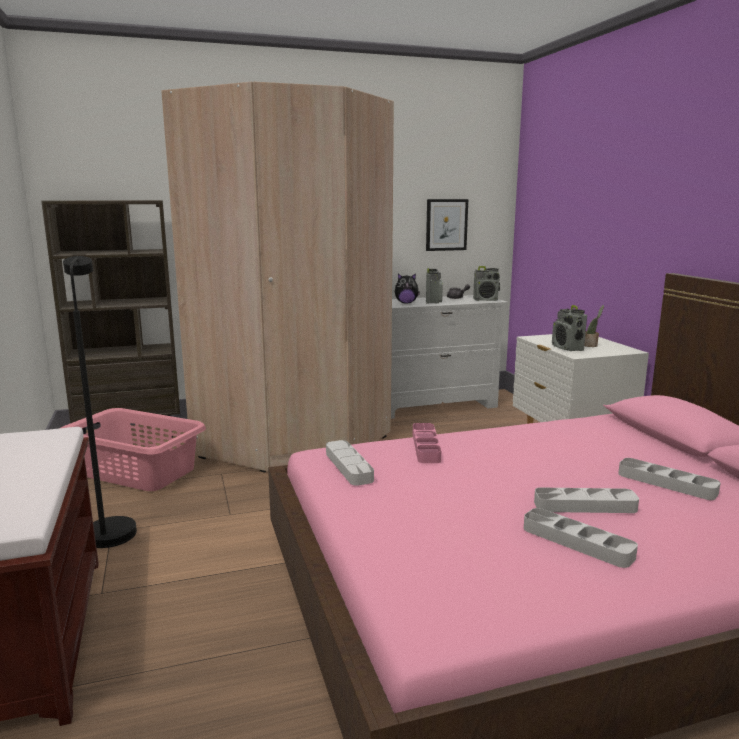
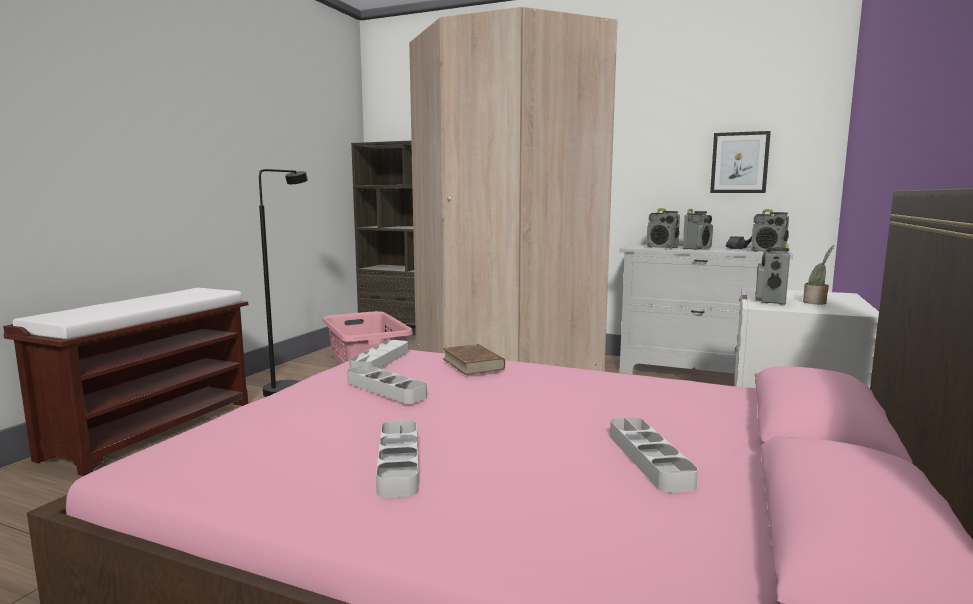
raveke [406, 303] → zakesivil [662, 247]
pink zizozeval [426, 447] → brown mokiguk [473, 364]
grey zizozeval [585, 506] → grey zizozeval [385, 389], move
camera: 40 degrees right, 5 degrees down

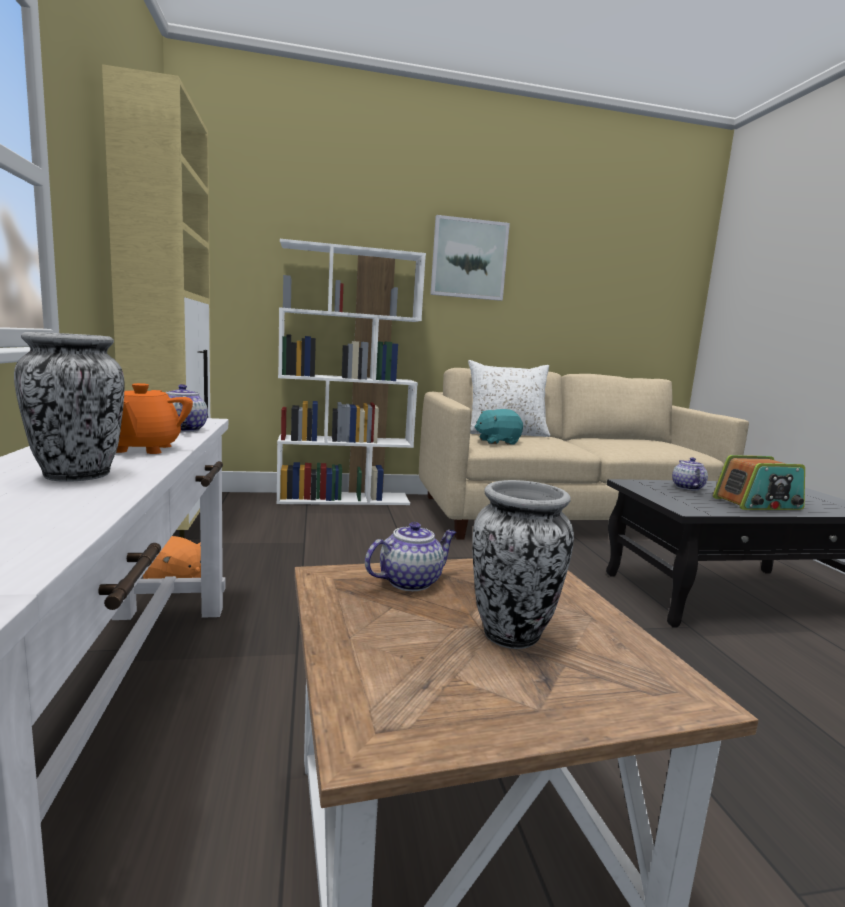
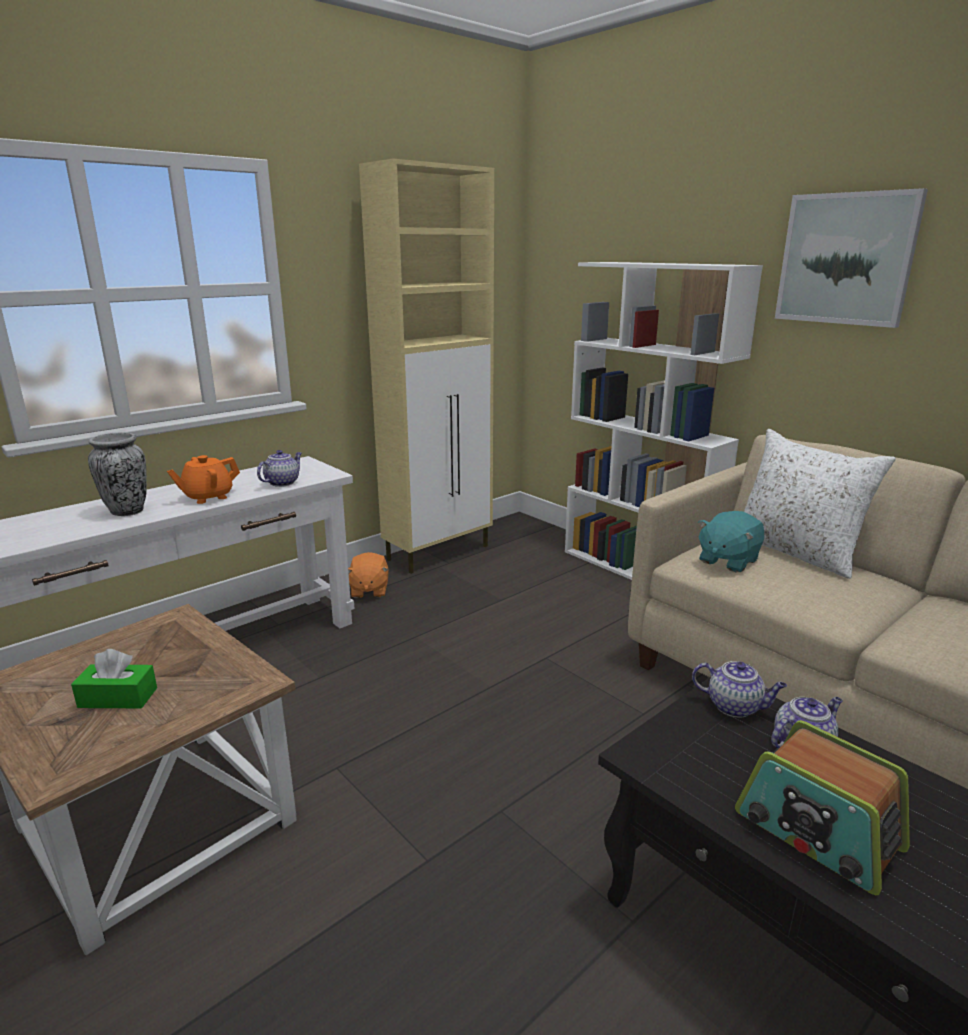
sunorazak [411, 581] → sunorazak [735, 706], move
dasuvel [512, 634] → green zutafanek [118, 698]
turquoise raveke [497, 442] → turquoise raveke [727, 560], 90 degrees counterclockwise
camera: 60 degrees right, 10 degrees up

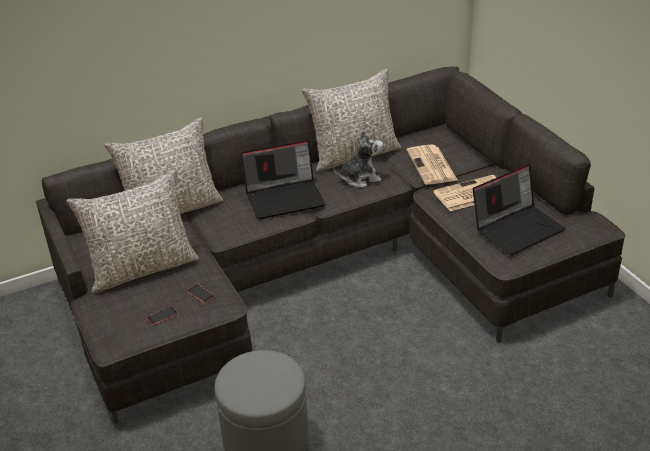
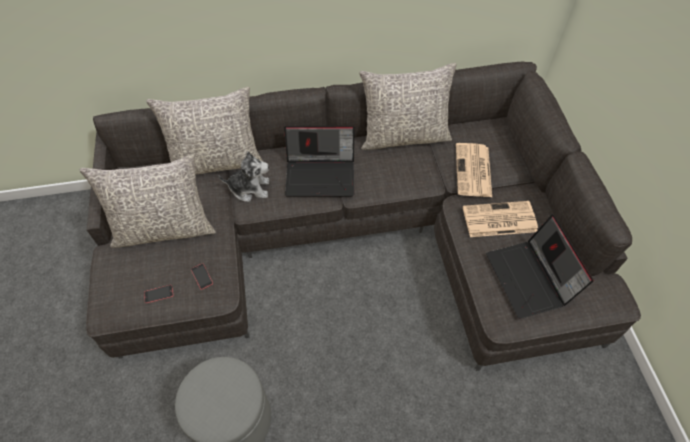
raveke [360, 178] → raveke [250, 188], move
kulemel [517, 228] → kulemel [530, 279], 90 degrees clockwise
camera: 15 degrees right, 20 degrees up

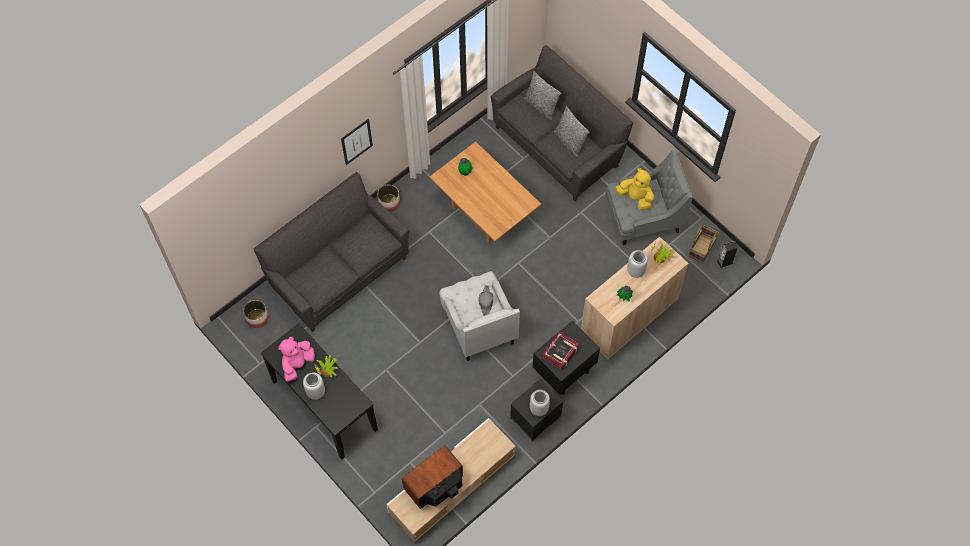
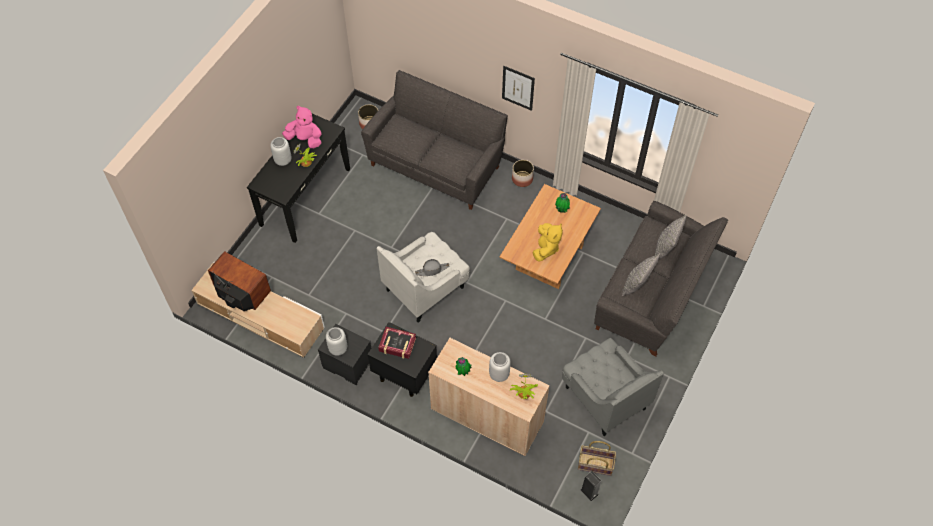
yellow raveke [635, 198] → yellow raveke [546, 248], move
camera: 70 degrees right, 5 degrees down

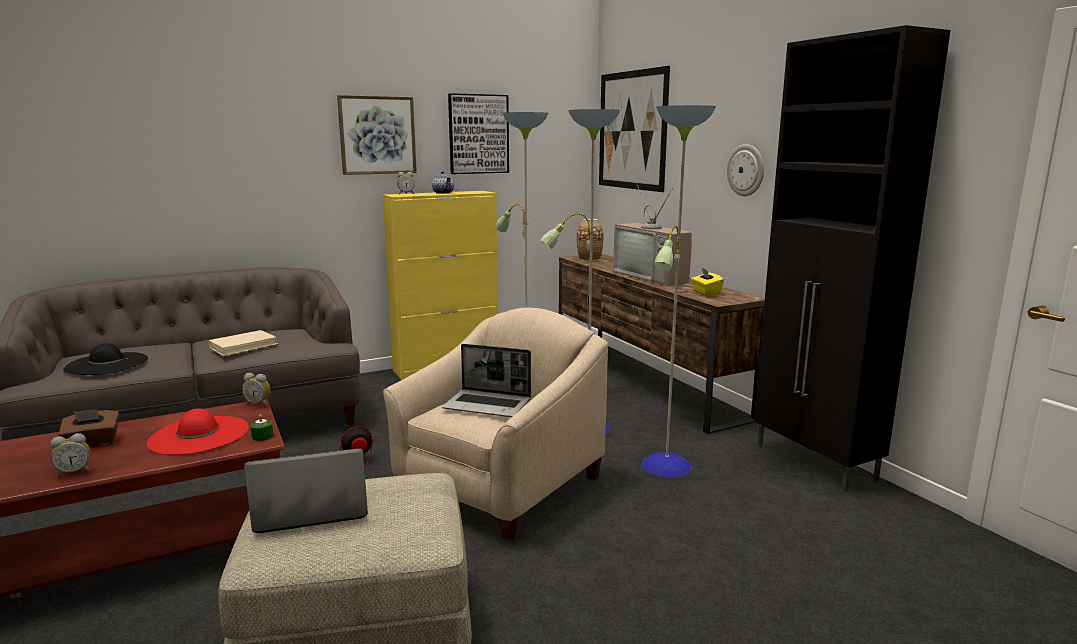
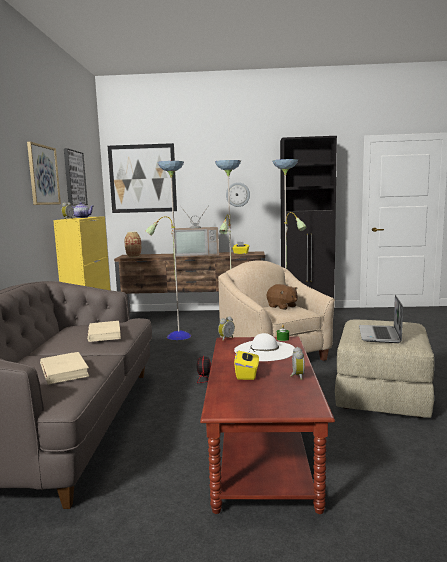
brown zutafanek [92, 443] → yellow zutafanek [247, 374]
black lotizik [106, 364] → beige mokiguk [64, 371]
red lotizik [199, 435] → white lotizik [264, 350]
kulemel [488, 405] → brown raveke [282, 307]
camera: 60 degrees left, 5 degrees down

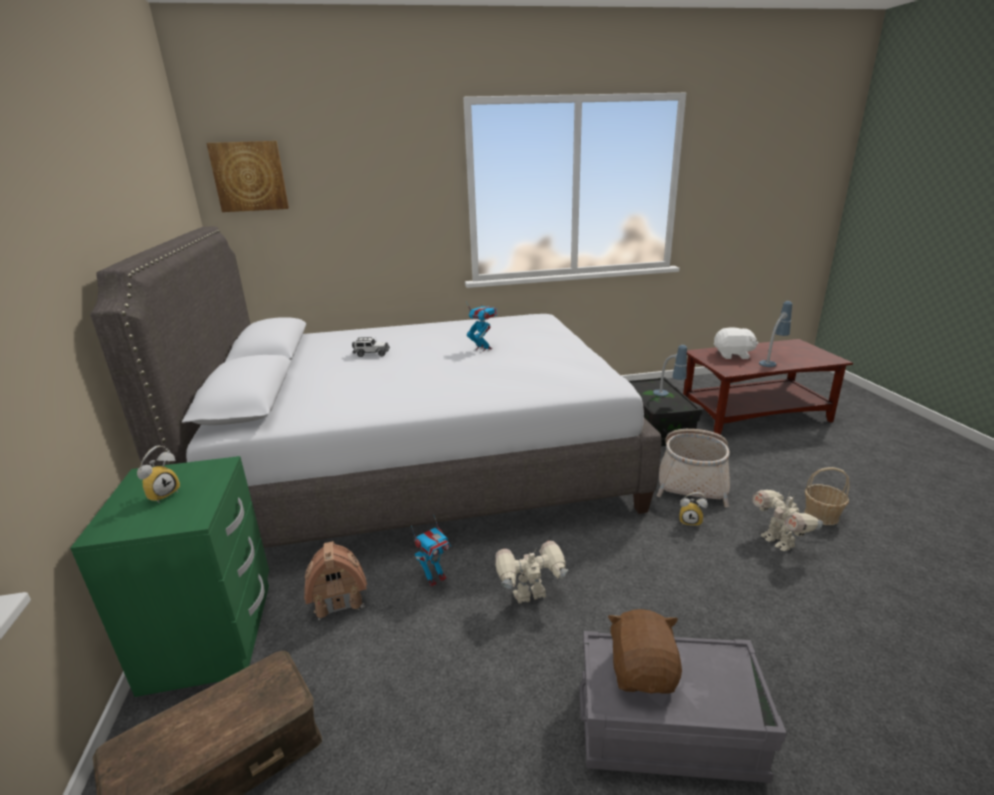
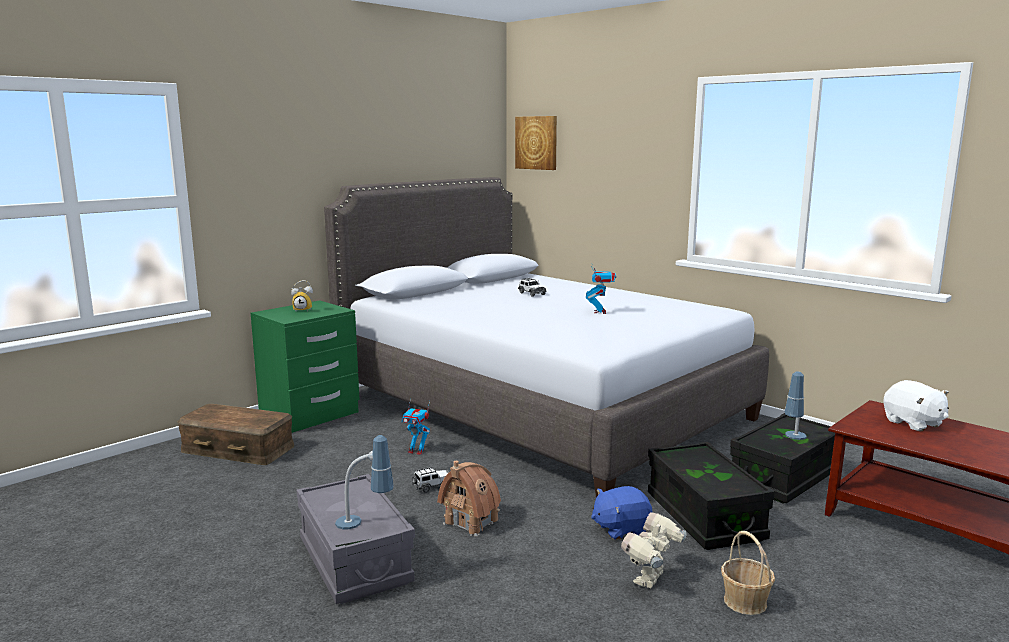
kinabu [338, 598] → kinabu [471, 521], move
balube [531, 597] → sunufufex [433, 486]
brown raveke [643, 671] → -
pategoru [693, 478] → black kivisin [704, 516]
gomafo [690, 521] → blue raveke [620, 528]
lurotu [772, 361] → lurotu [365, 525], move
camera: 55 degrees right, 10 degrees down

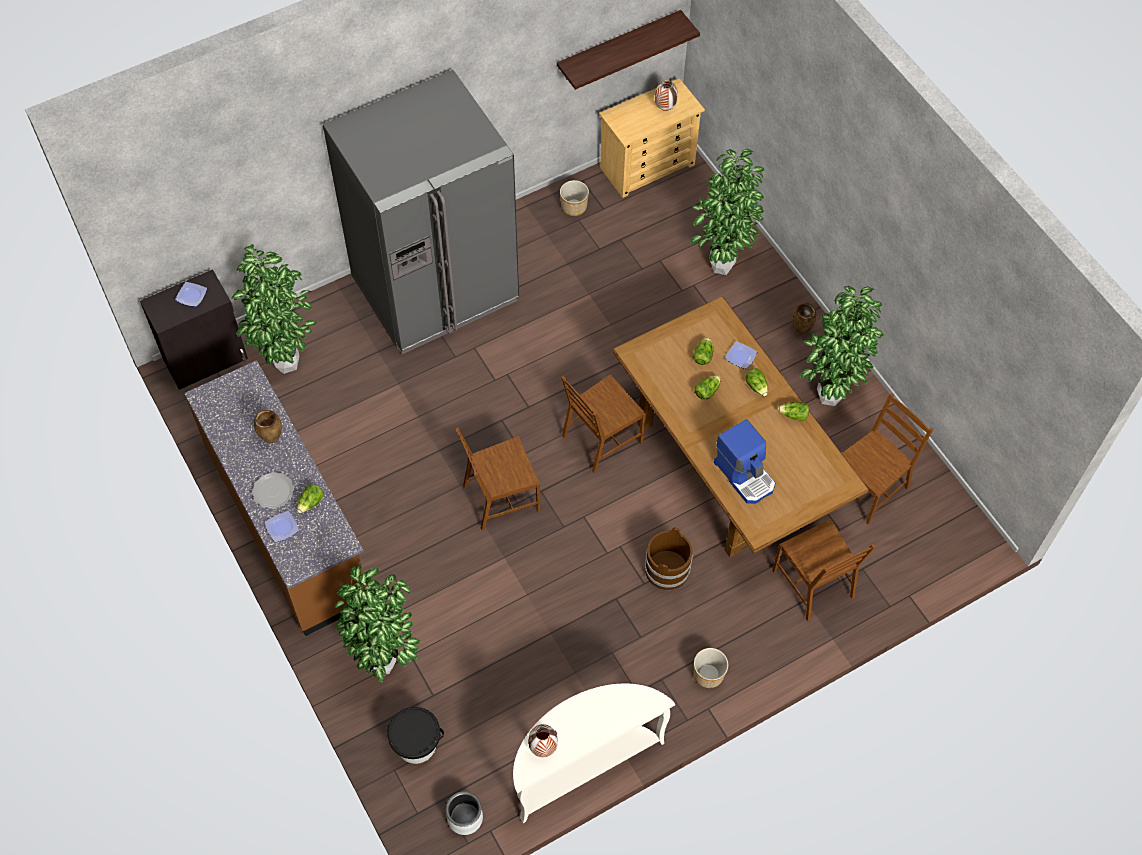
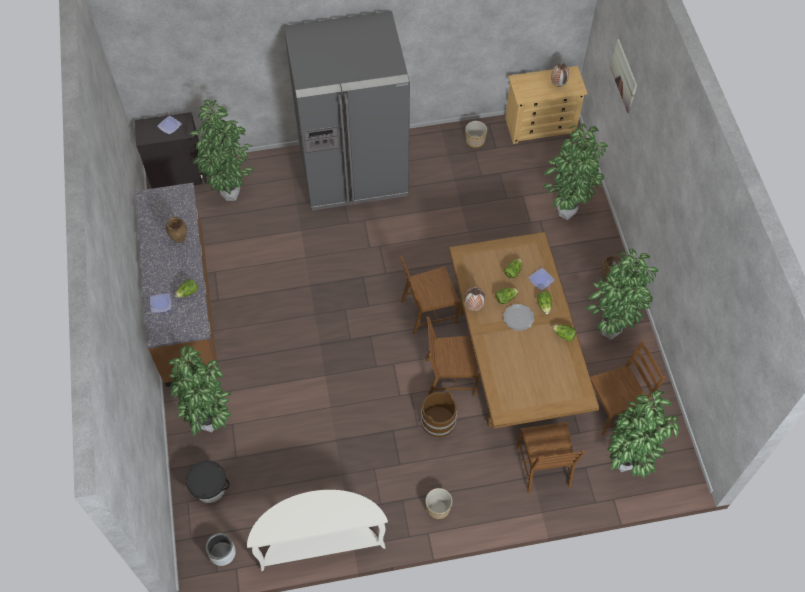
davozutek [273, 492] → davozutek [518, 318], move
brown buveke [500, 498] → brown buveke [450, 377], move
dasuvel [542, 748] → dasuvel [473, 307], move
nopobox [618, 46] → -
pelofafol [745, 475] → -
- → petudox [625, 465]
- → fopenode [624, 76]
camera: 20 degrees right, 0 degrees up

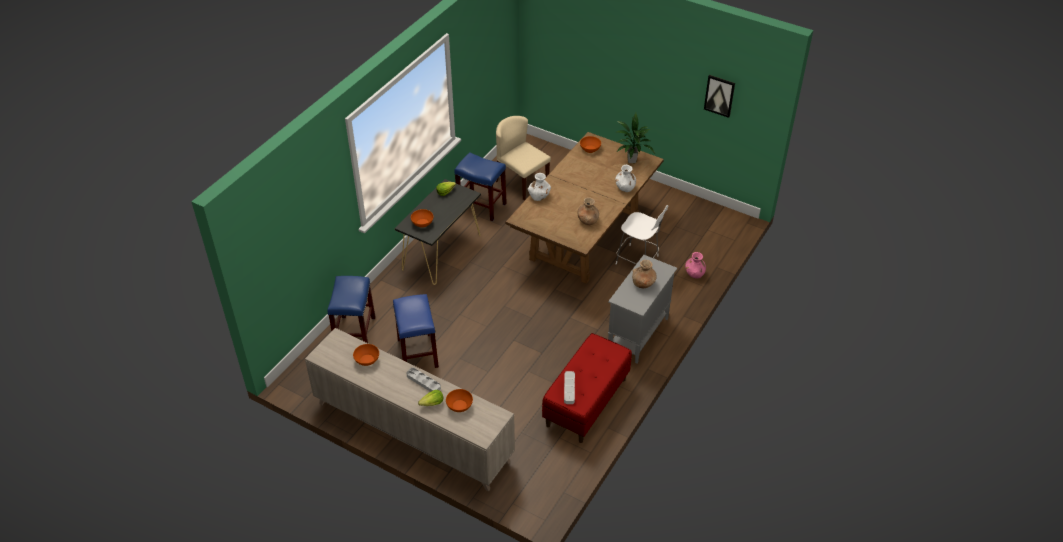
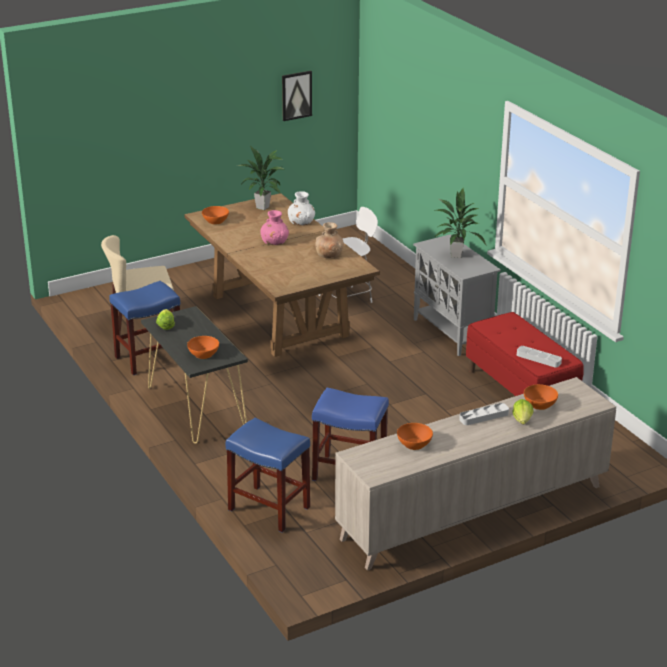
white dasuvel [539, 196] → -
brown dasuvel [643, 283] → petudox [456, 255]
pink dasuvel [694, 274] → pink dasuvel [274, 242], move
camera: 60 degrees left, 15 degrees down

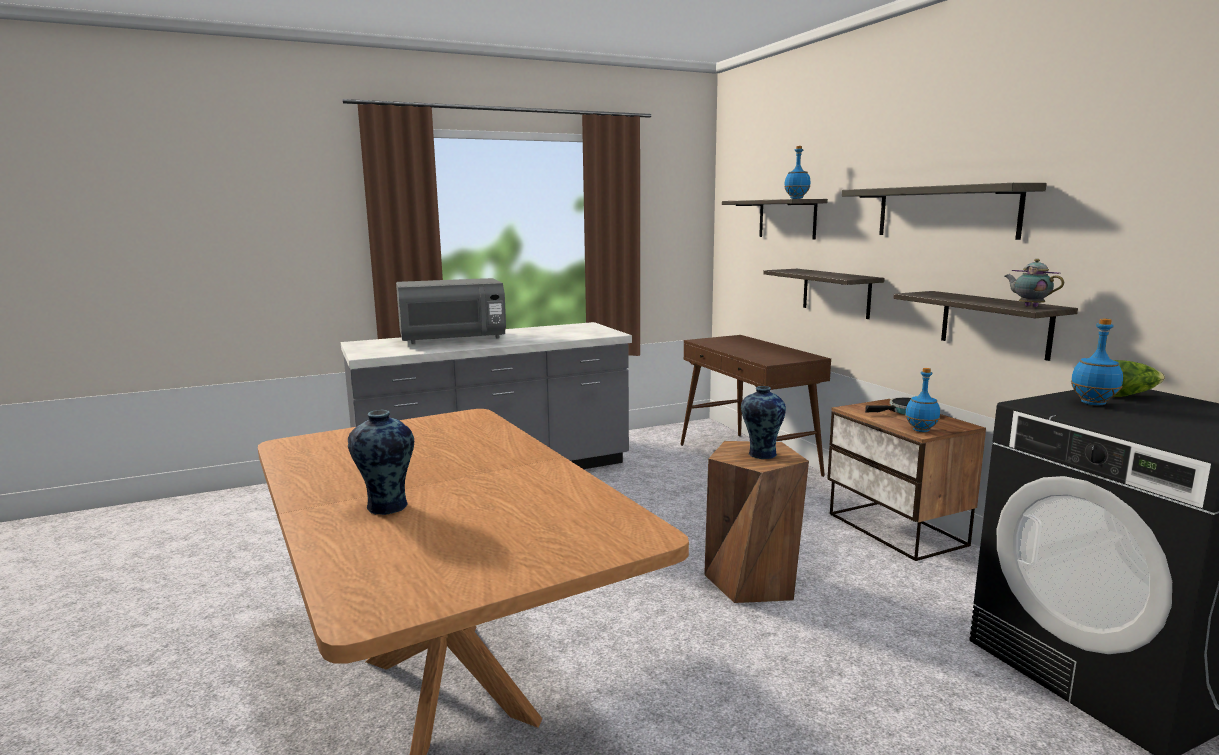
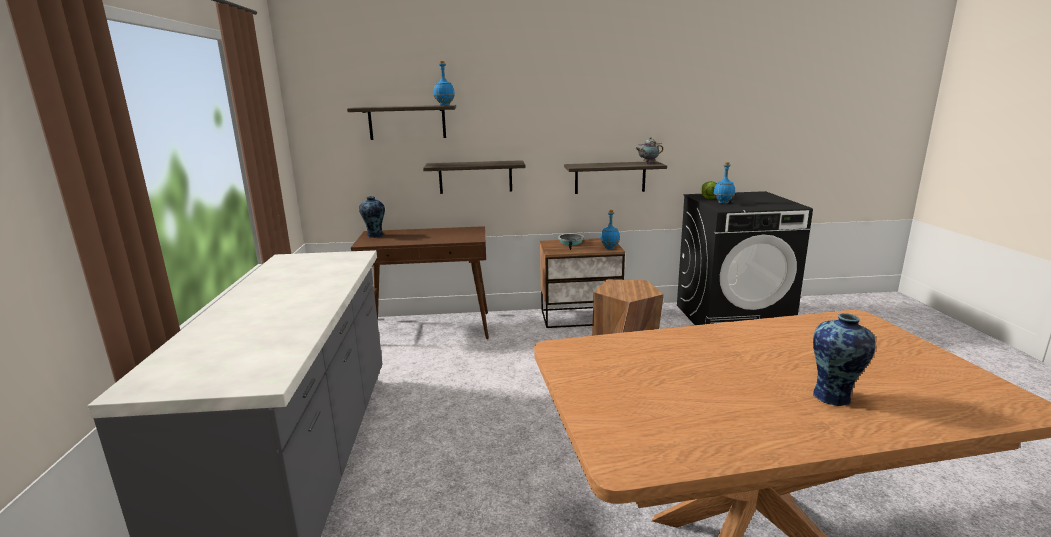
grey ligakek [453, 339] → -
dasuvel [761, 454] → dasuvel [374, 236], move
nopobox [945, 212] → -
camera: 70 degrees left, 5 degrees up

